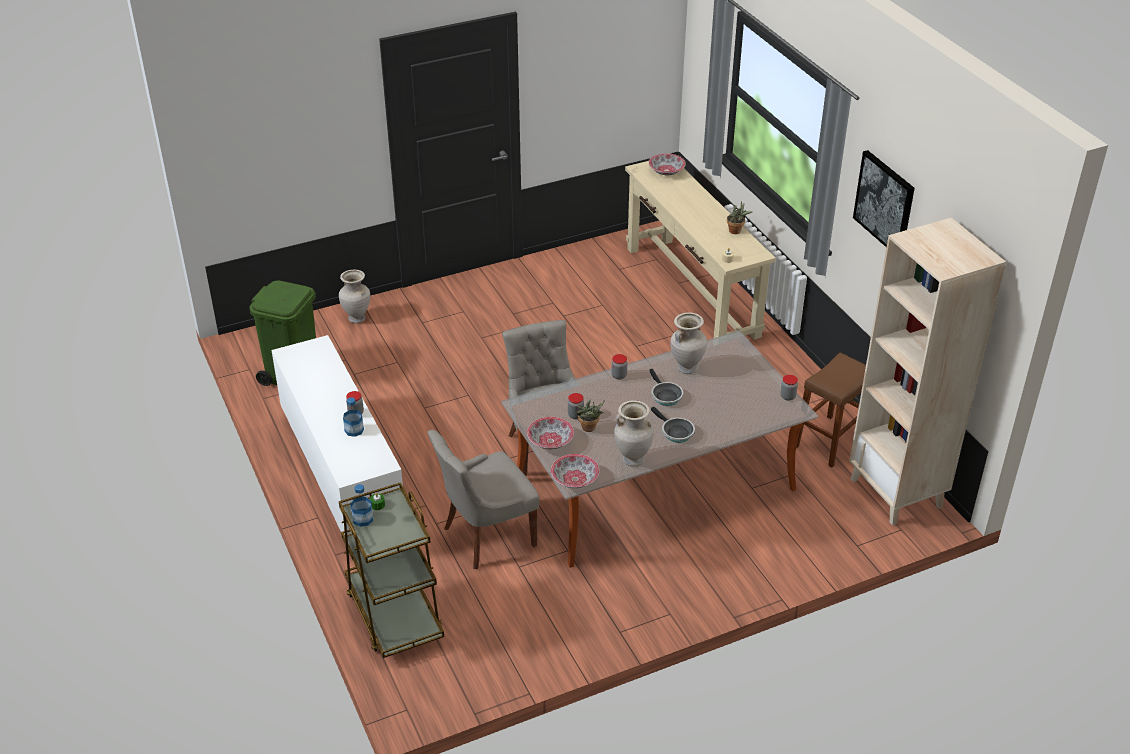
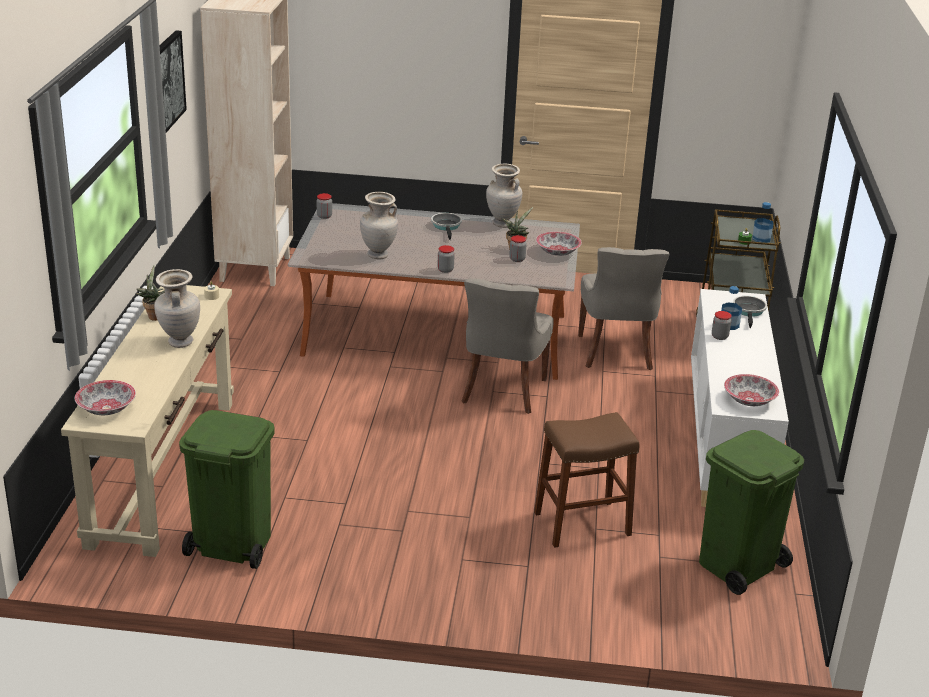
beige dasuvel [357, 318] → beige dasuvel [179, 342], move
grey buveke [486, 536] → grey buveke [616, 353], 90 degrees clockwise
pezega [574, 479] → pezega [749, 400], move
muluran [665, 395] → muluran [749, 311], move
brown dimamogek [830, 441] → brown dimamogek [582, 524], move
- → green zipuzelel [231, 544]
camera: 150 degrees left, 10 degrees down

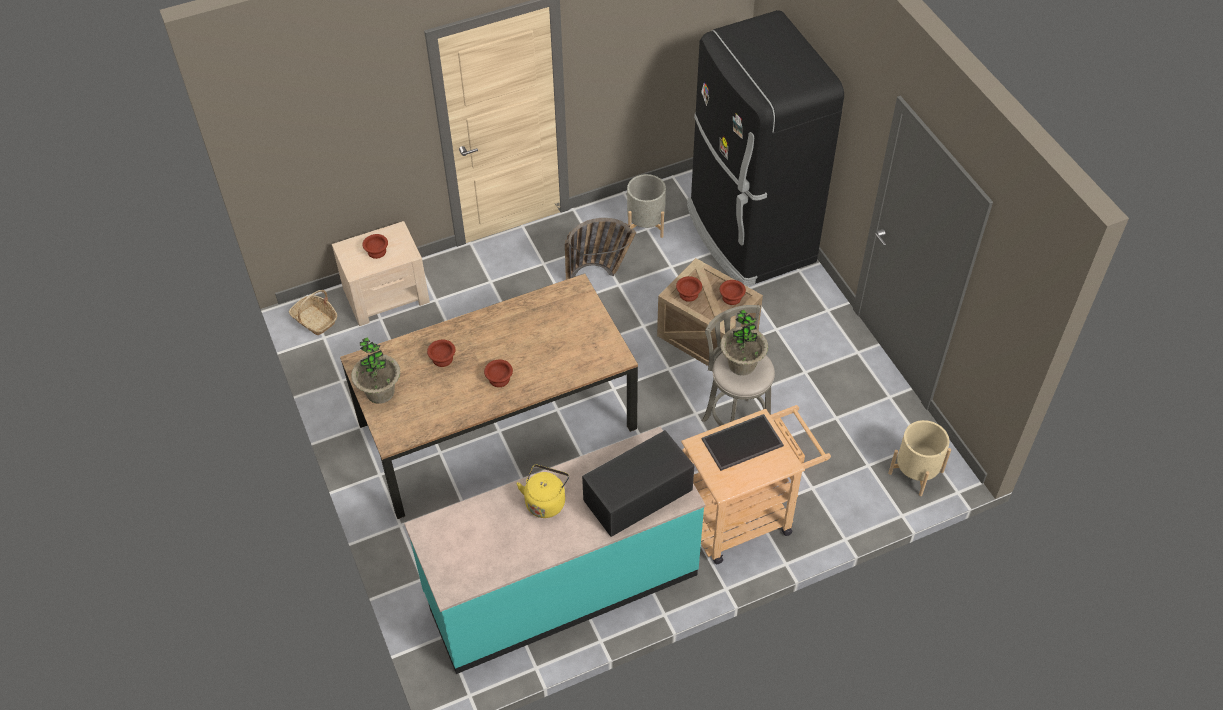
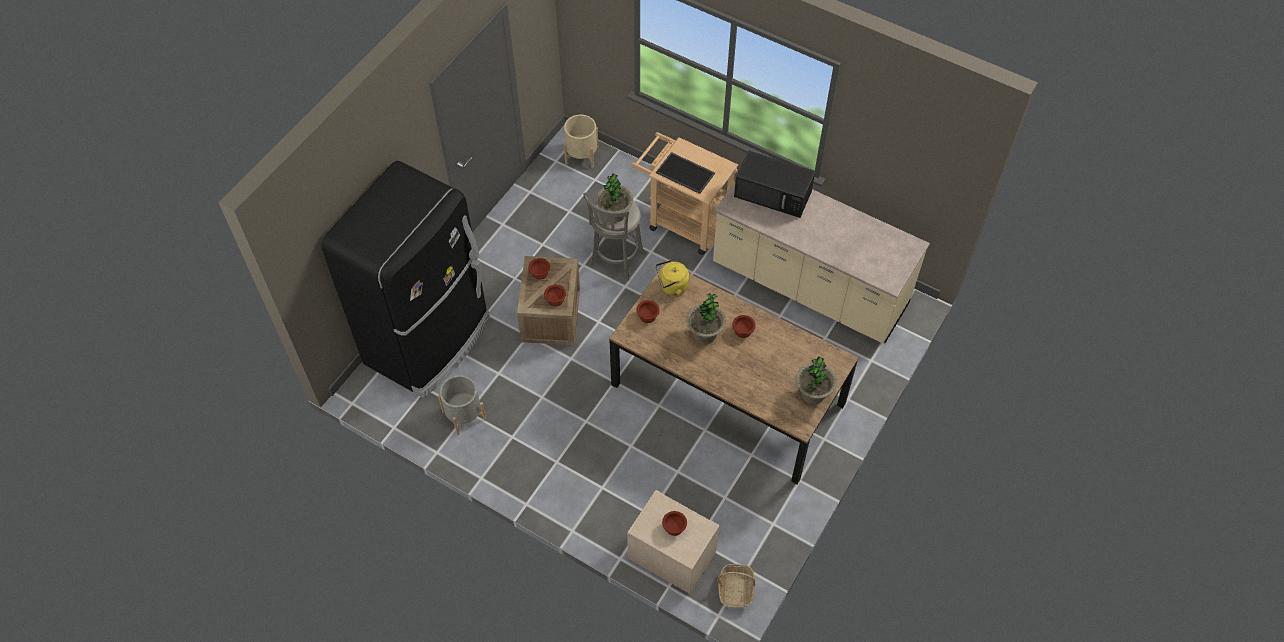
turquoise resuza [561, 584] → beige resuza [809, 286]
brown pezega [442, 358] → brown pezega [647, 316], move
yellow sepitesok [545, 501] → yellow sepitesok [672, 286], move
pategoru [599, 273] → -
- → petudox [705, 334]
camera: 125 degrees left, 5 degrees up

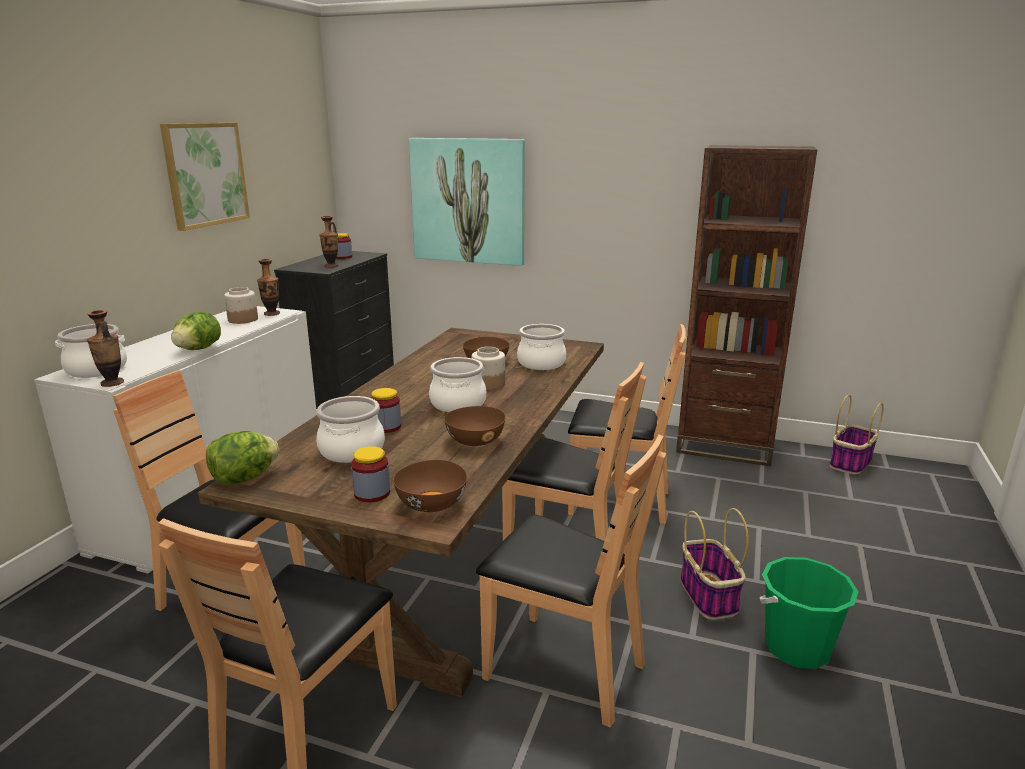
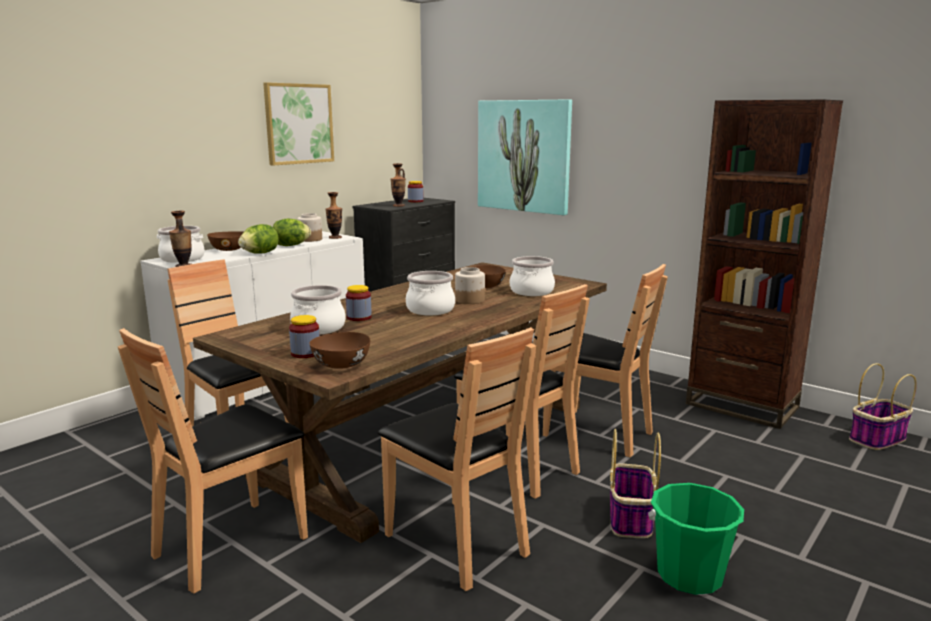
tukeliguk [244, 478] → tukeliguk [291, 245], move
brown pezega [475, 440] → brown pezega [229, 249], move
camera: 20 degrees right, 5 degrees down

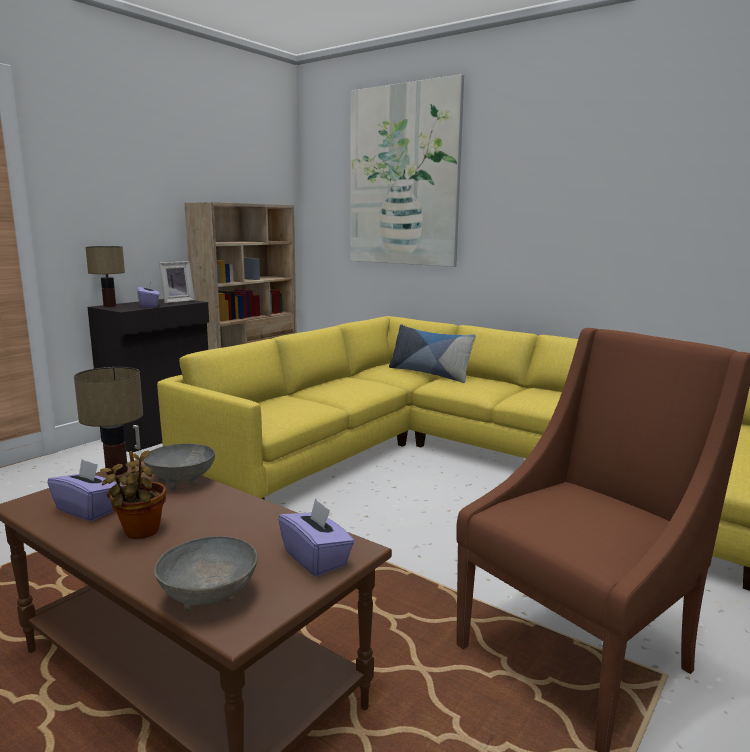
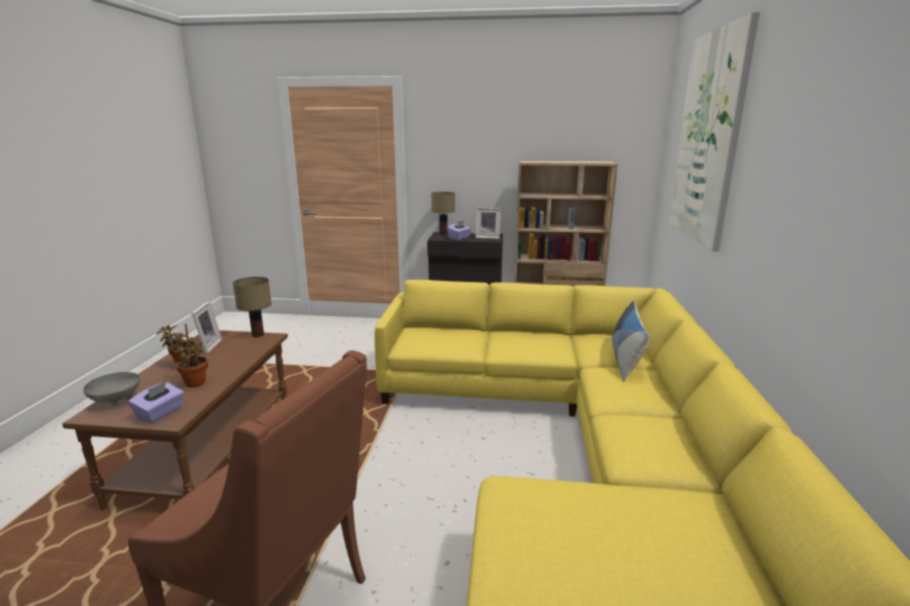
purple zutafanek [88, 510] → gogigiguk [207, 346]
grey pezega [182, 482] → -
- → petudox [195, 382]
camera: 60 degrees right, 5 degrees up

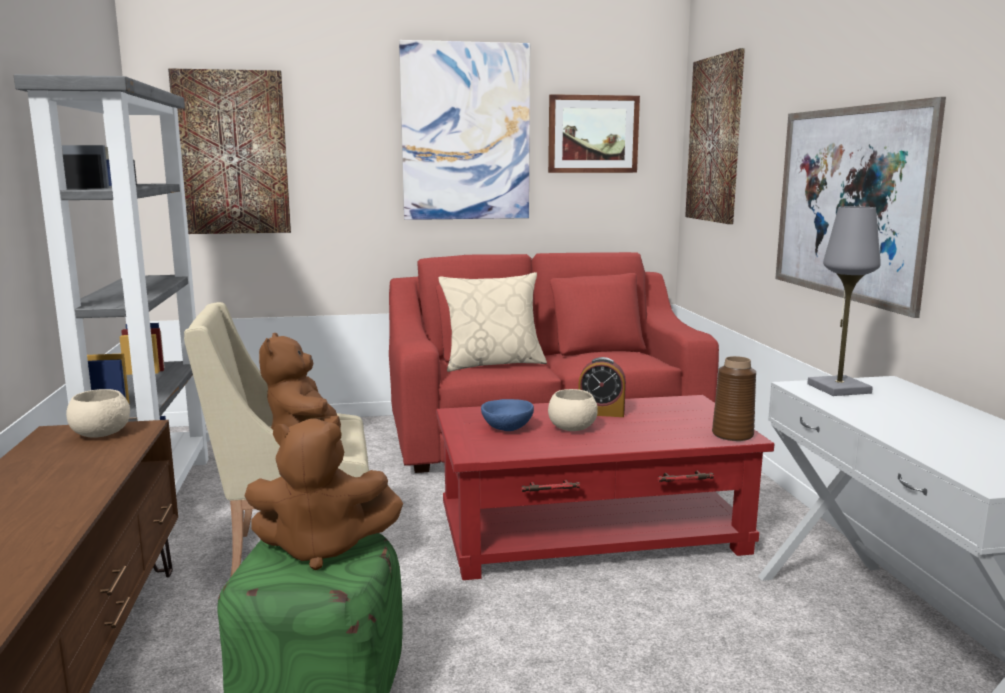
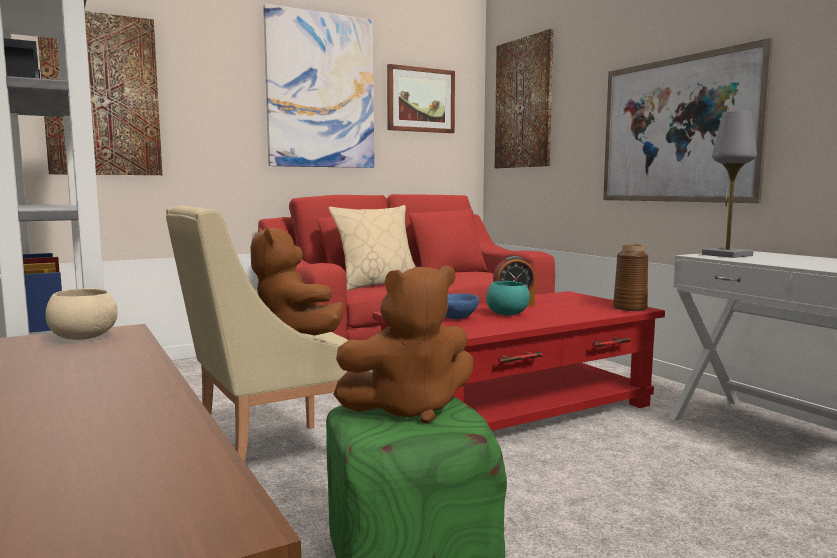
beige pezega [572, 429] → turquoise pezega [507, 314]
camera: 20 degrees left, 5 degrees down

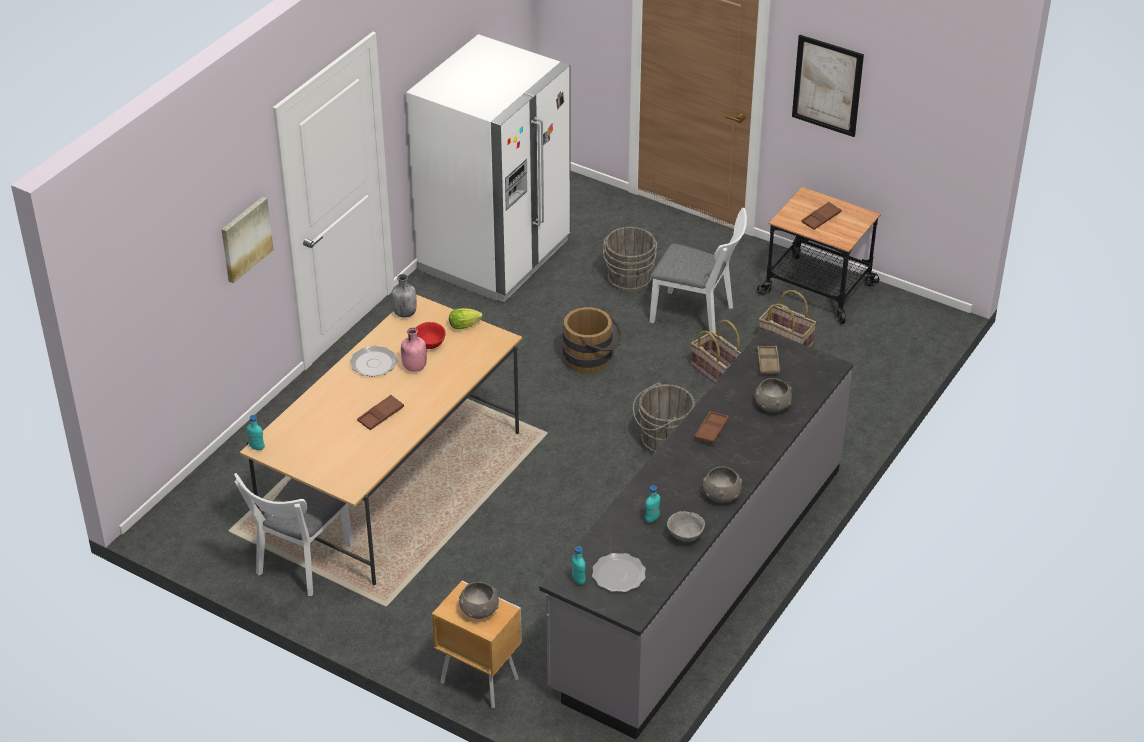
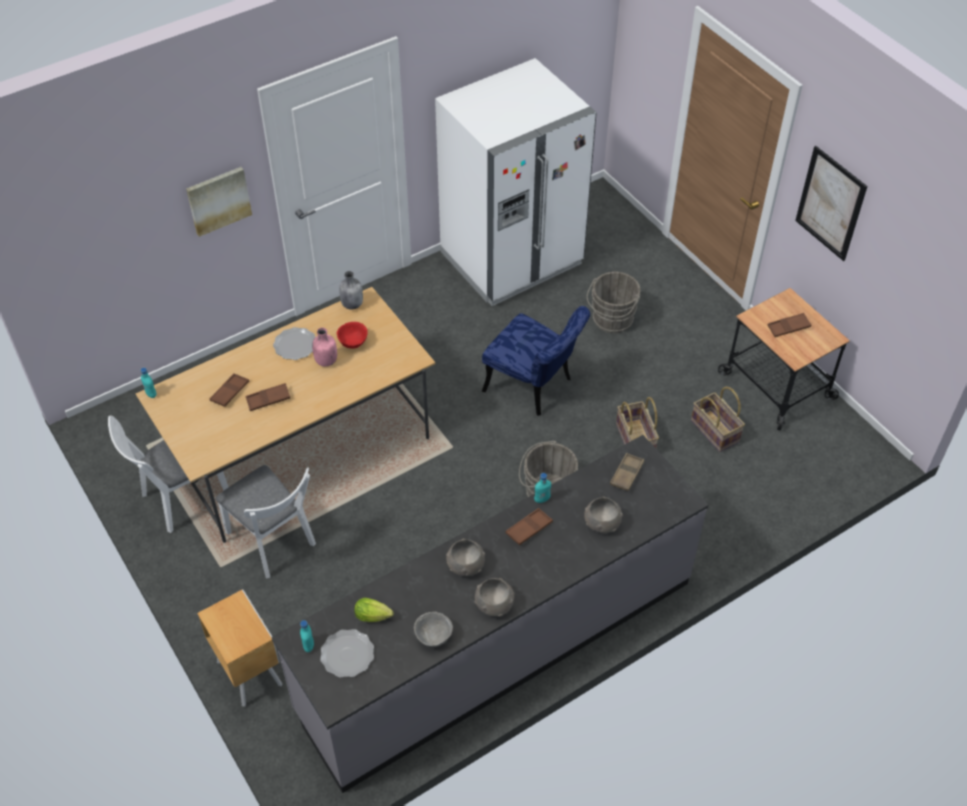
tukeliguk [466, 325] → tukeliguk [375, 616], move
grey pezega [478, 610] → grey pezega [465, 565], move
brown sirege [592, 359] → blue buveke [534, 387]
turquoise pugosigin [652, 519] → turquoise pugosigin [542, 499], move
white buveke [698, 316] → white buveke [274, 543], move
- → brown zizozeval [230, 392]
camera: 25 degrees right, 10 degrees up

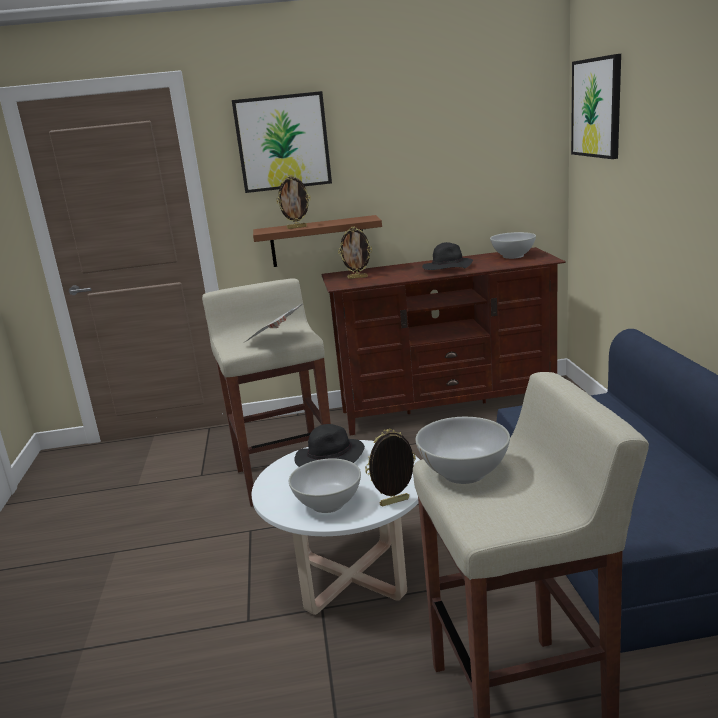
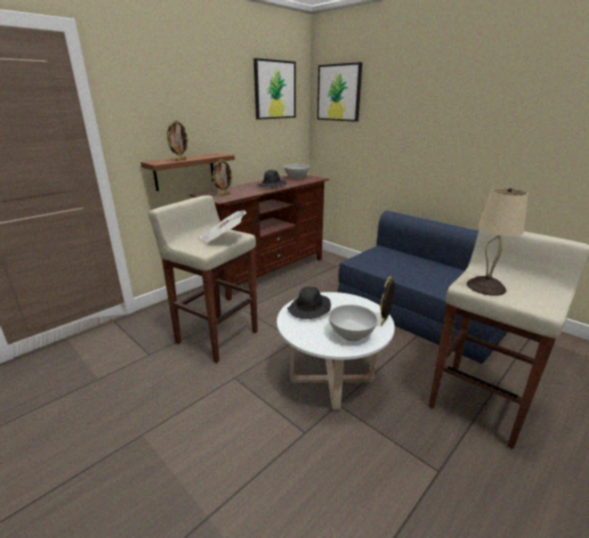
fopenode [283, 142] → fopenode [274, 90], move
white pezega [464, 473] → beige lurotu [486, 286]
camera: 40 degrees left, 5 degrees up

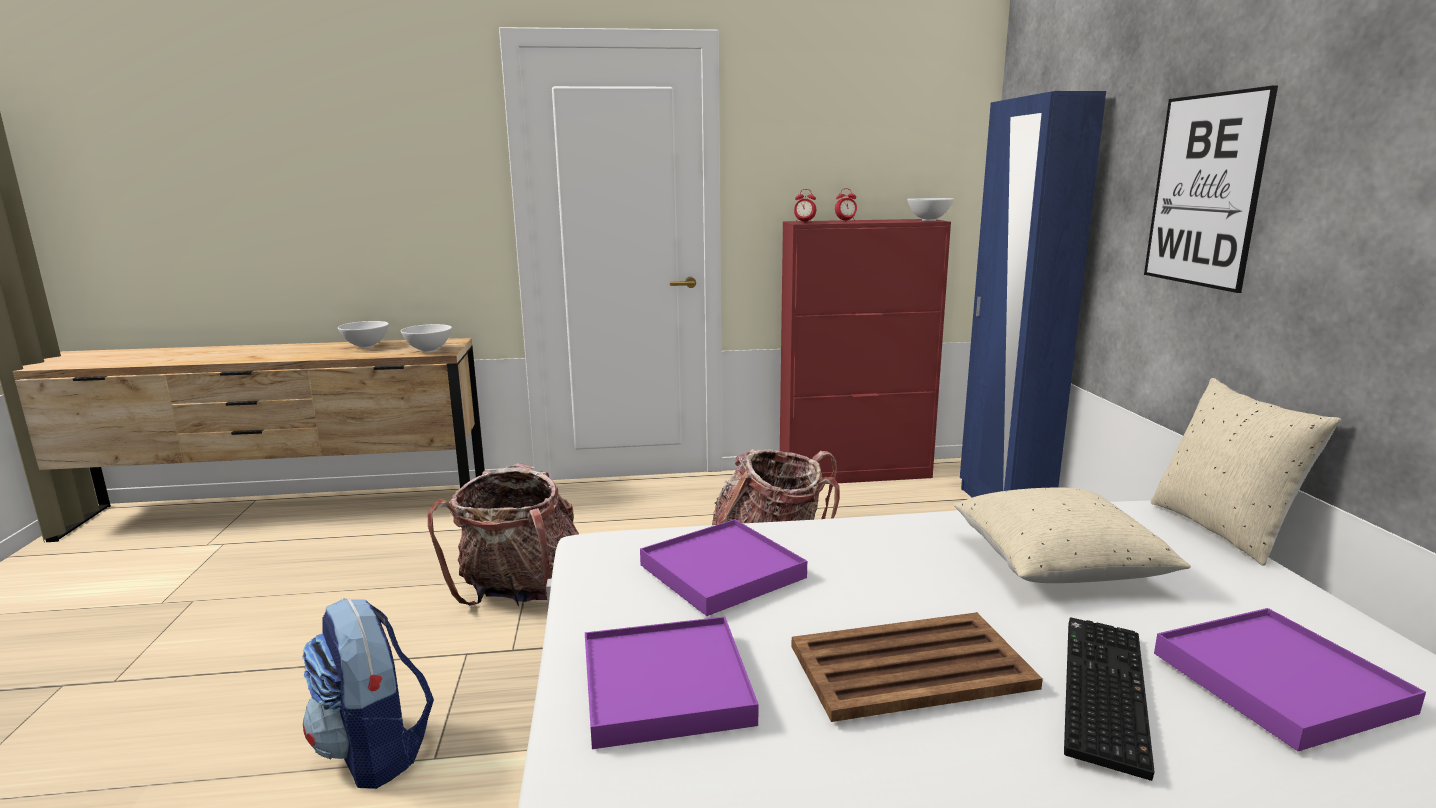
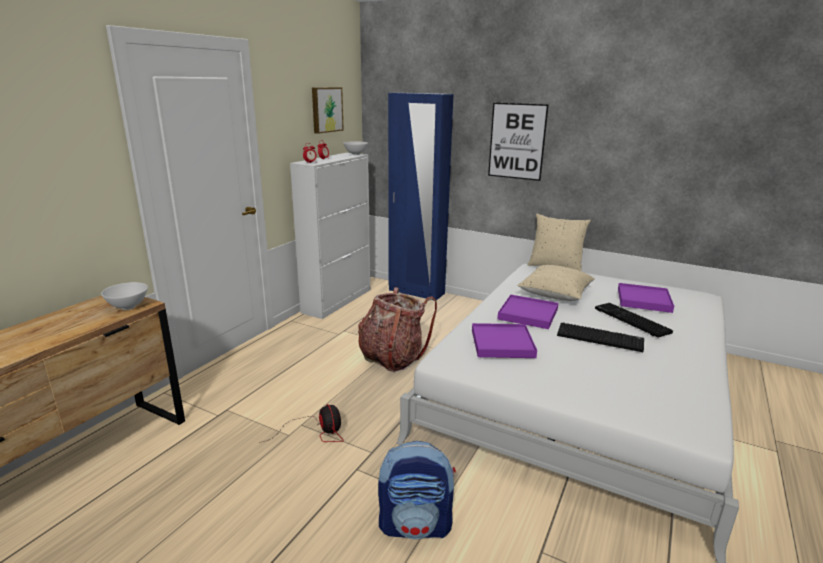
white pezega [366, 346] → -
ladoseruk [521, 594] → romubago [317, 432]
purple zizozeval [666, 686] → purple zizozeval [528, 314], move
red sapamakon [855, 473] → white sapamakon [337, 300]
brown zizozeval [913, 667] → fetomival [600, 338]
- → fopenode [326, 109]
camera: 55 degrees left, 5 degrees up

